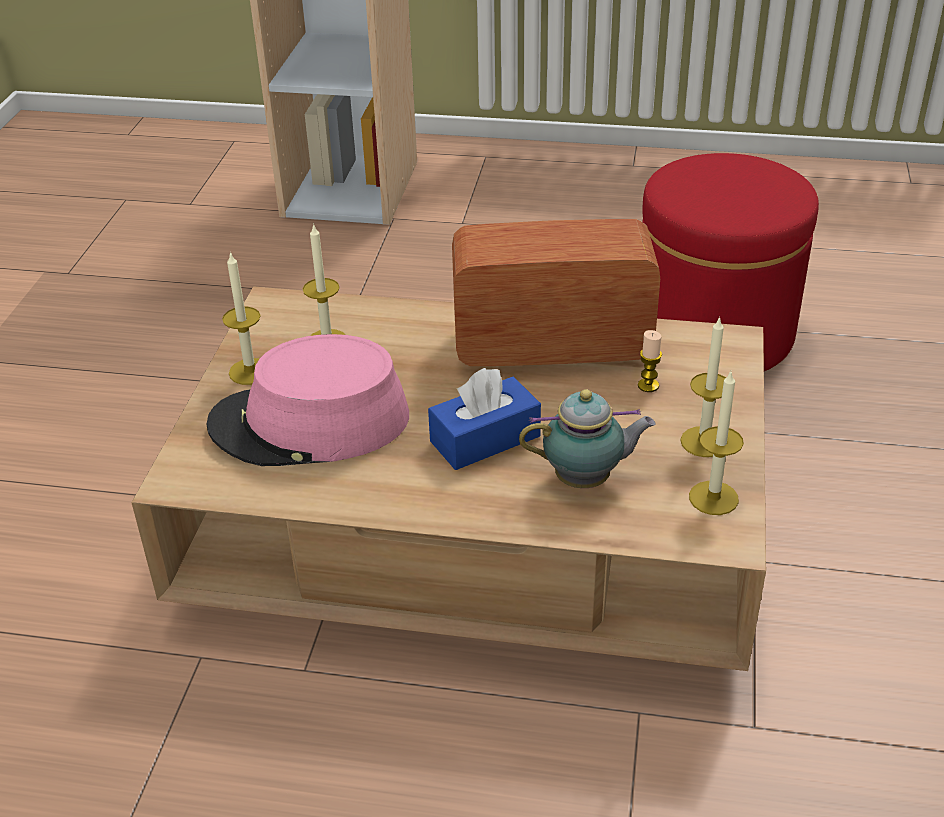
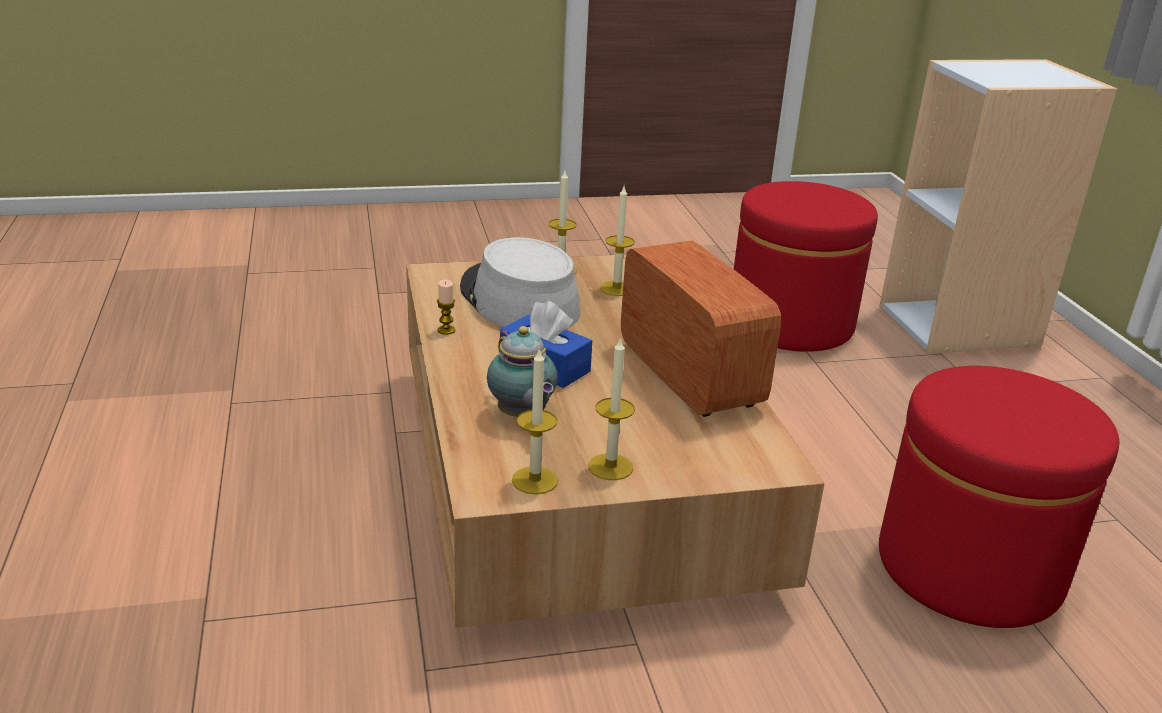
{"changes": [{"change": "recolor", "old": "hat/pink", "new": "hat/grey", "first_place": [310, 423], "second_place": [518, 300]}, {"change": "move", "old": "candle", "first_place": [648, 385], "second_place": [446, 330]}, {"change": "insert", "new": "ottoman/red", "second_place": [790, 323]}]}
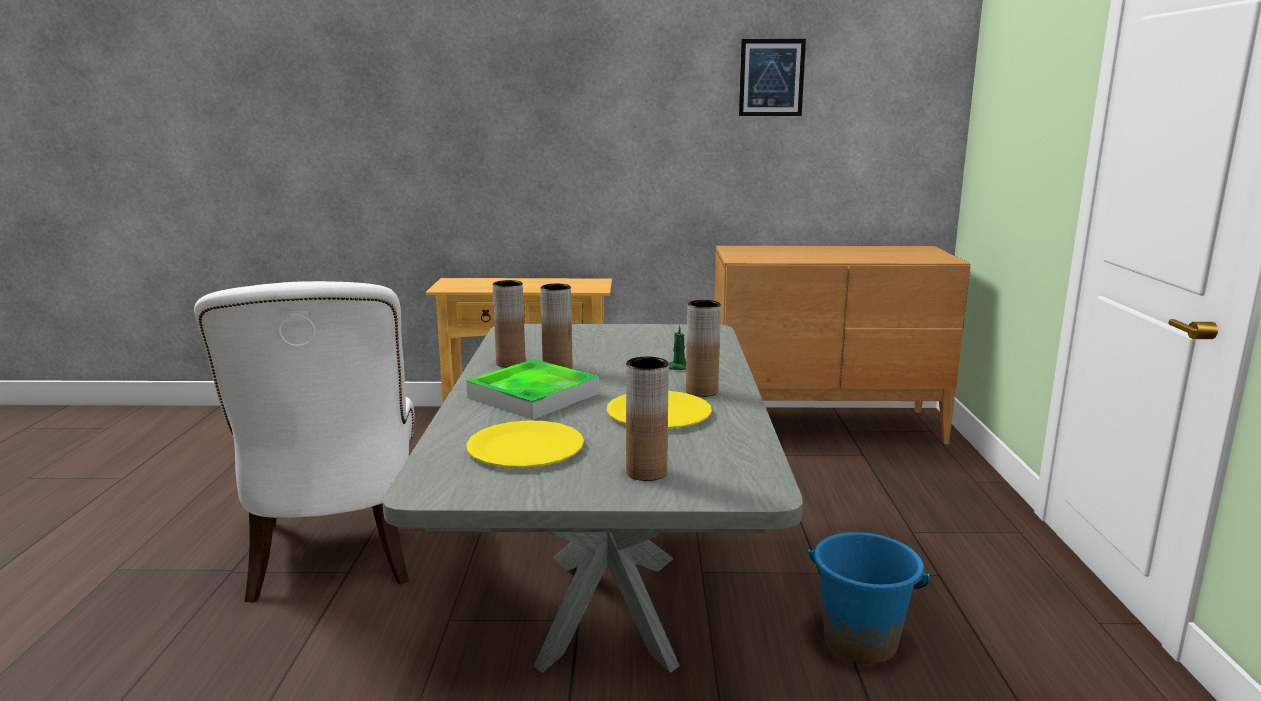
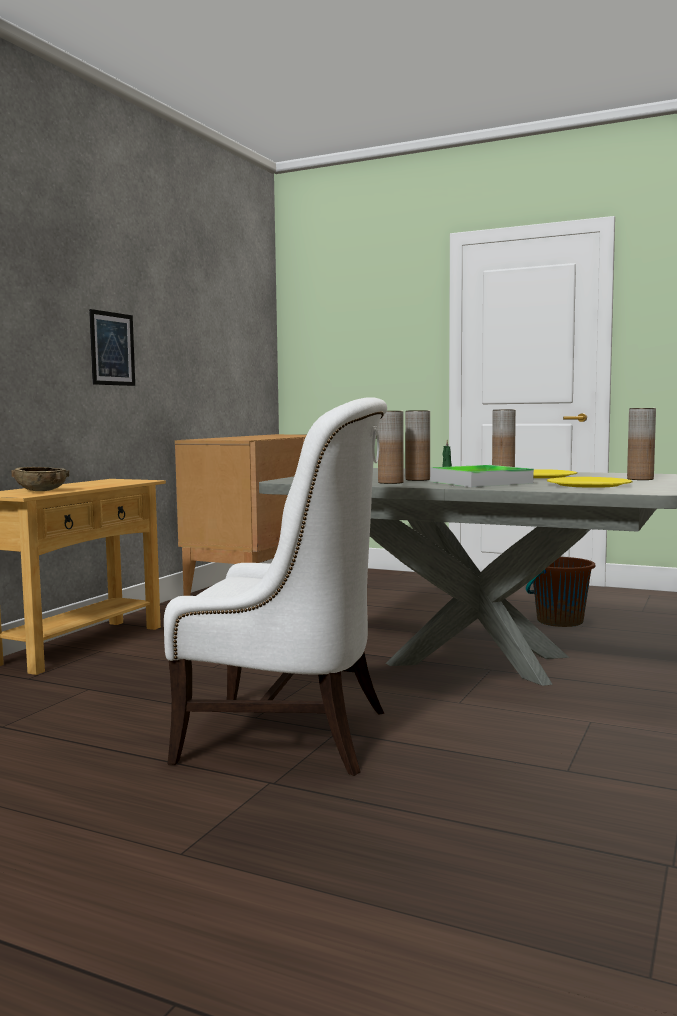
{"changes": [{"change": "move", "old": "picture", "first_place": [771, 77], "second_place": [112, 348]}, {"change": "recolor", "old": "bucket/blue", "new": "bucket/brown", "first_place": [860, 642], "second_place": [559, 621]}, {"change": "insert", "new": "bowl/brown", "second_place": [41, 491]}]}
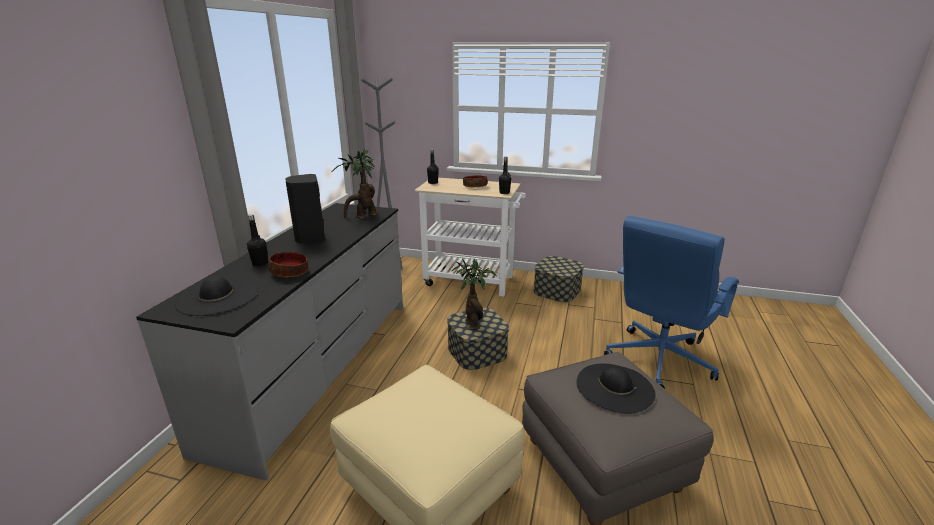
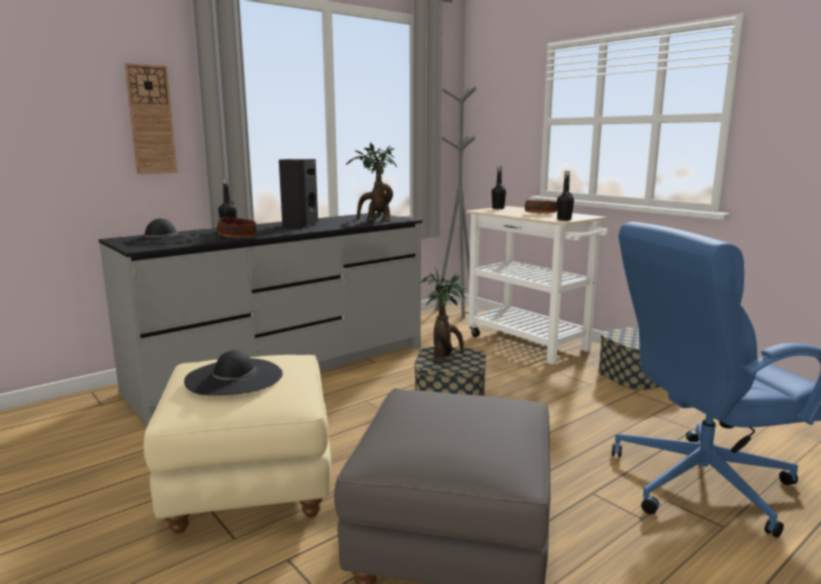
{"changes": [{"change": "move", "old": "hat/black", "first_place": [614, 387], "second_place": [234, 377]}, {"change": "insert", "new": "wall clock", "second_place": [151, 120]}]}
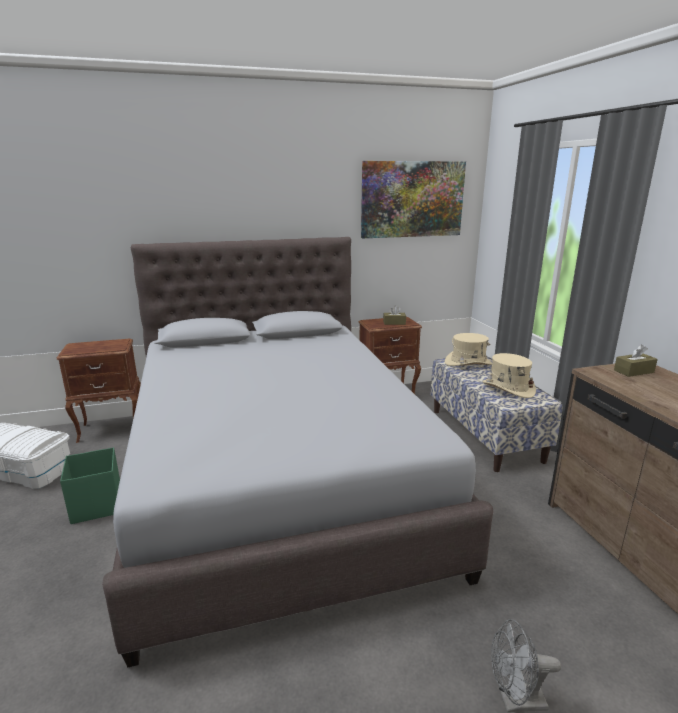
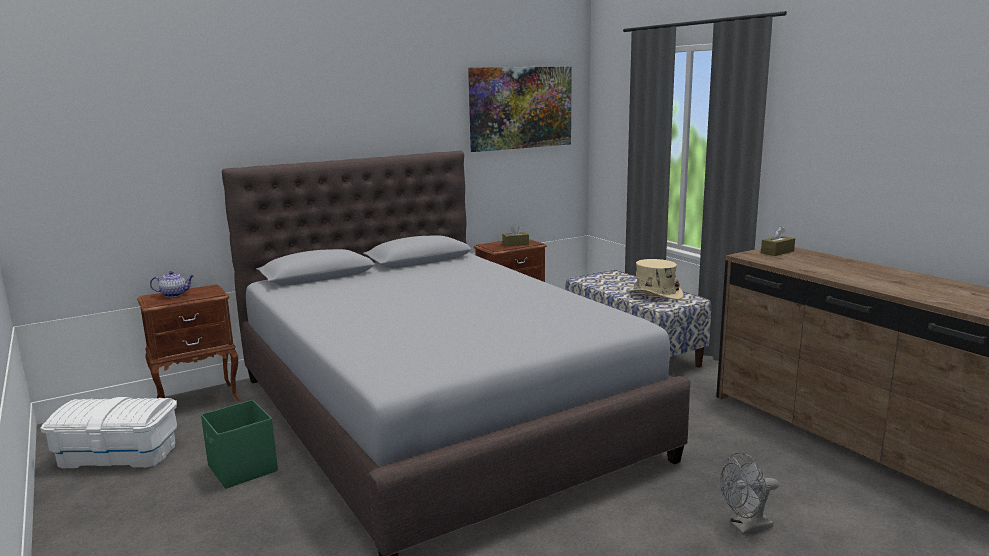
{"changes": [{"change": "delete", "old": "hat/beige", "first_place": [468, 363]}, {"change": "insert", "new": "teapot", "second_place": [174, 294]}]}
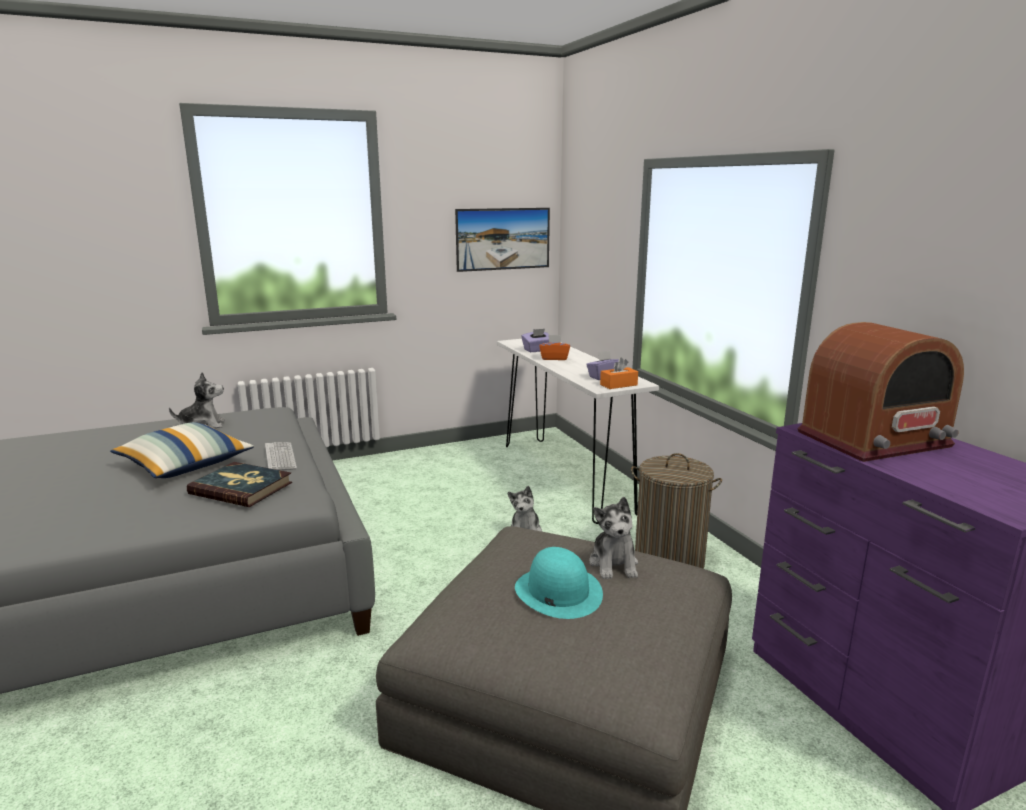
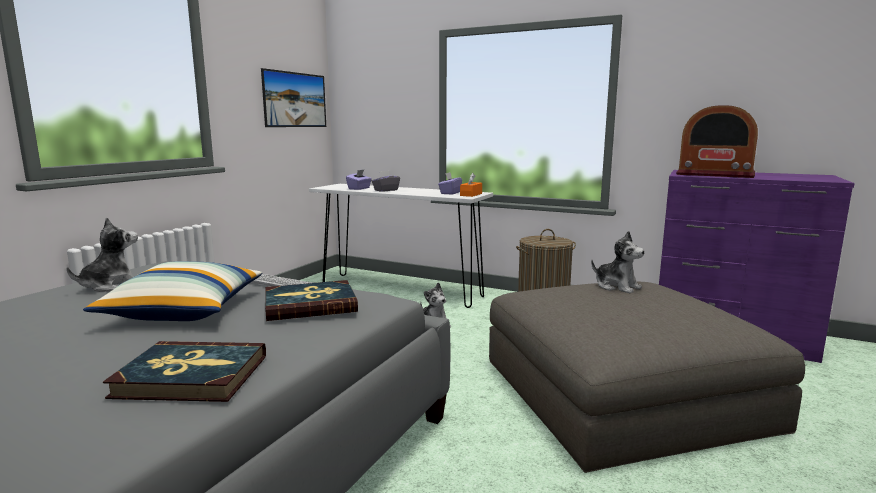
{"changes": [{"change": "delete", "old": "hat/turquoise", "first_place": [557, 591]}, {"change": "recolor", "old": "tissue box/orange", "new": "tissue box/grey", "first_place": [554, 358], "second_place": [386, 190]}, {"change": "rotate", "old": "radio", "first_place": [874, 439], "second_place": [715, 174], "degrees": 90}, {"change": "insert", "new": "book", "second_place": [191, 376]}]}
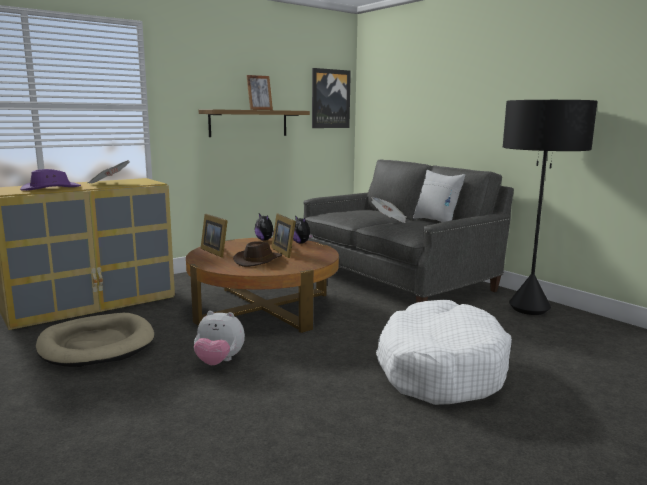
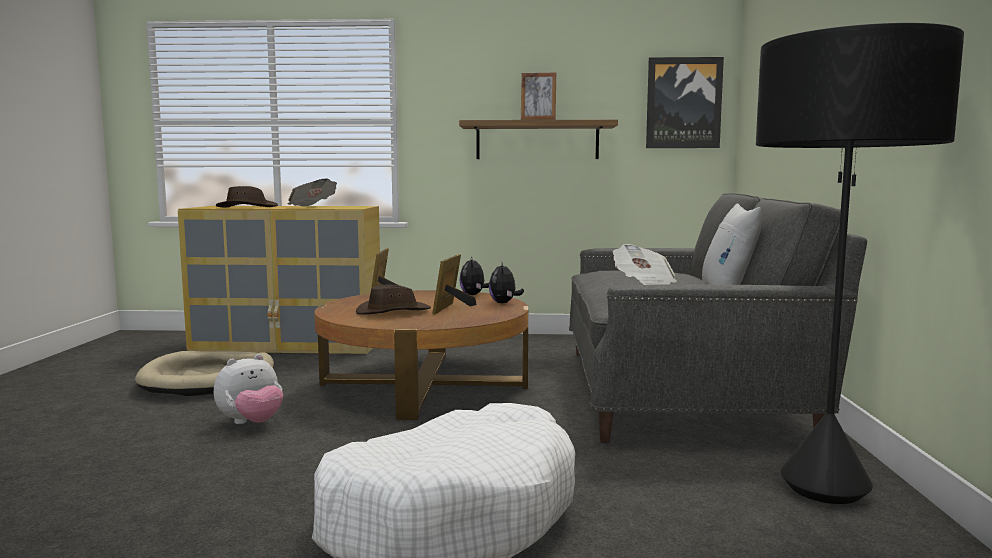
{"changes": [{"change": "recolor", "old": "hat/purple", "new": "hat/brown", "first_place": [51, 188], "second_place": [247, 207]}, {"change": "rotate", "old": "plush toy", "first_place": [219, 362], "second_place": [251, 423], "degrees": -90}]}
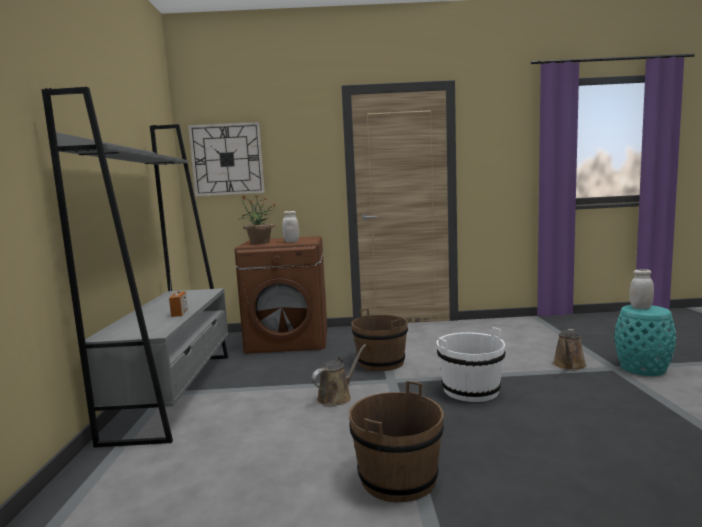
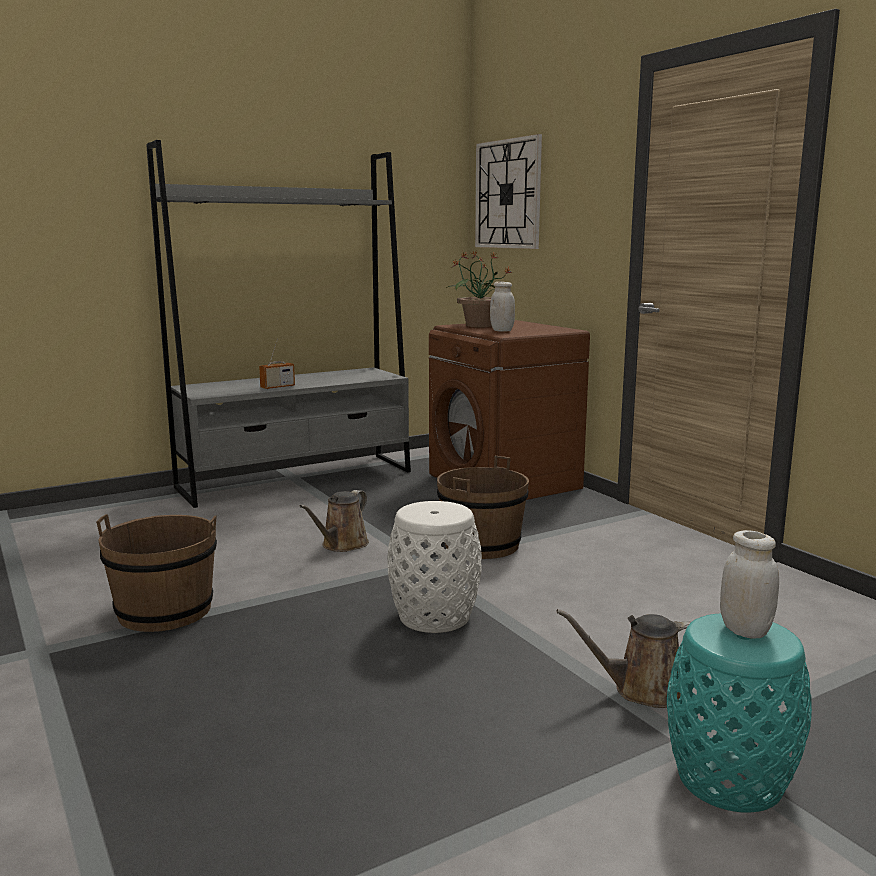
{"changes": [{"change": "rotate", "old": "watering can/brown", "first_place": [337, 397], "second_place": [342, 545], "degrees": 105}, {"change": "replace", "old": "bucket/white", "new": "stool/white", "first_place": [471, 390], "second_place": [434, 617]}]}
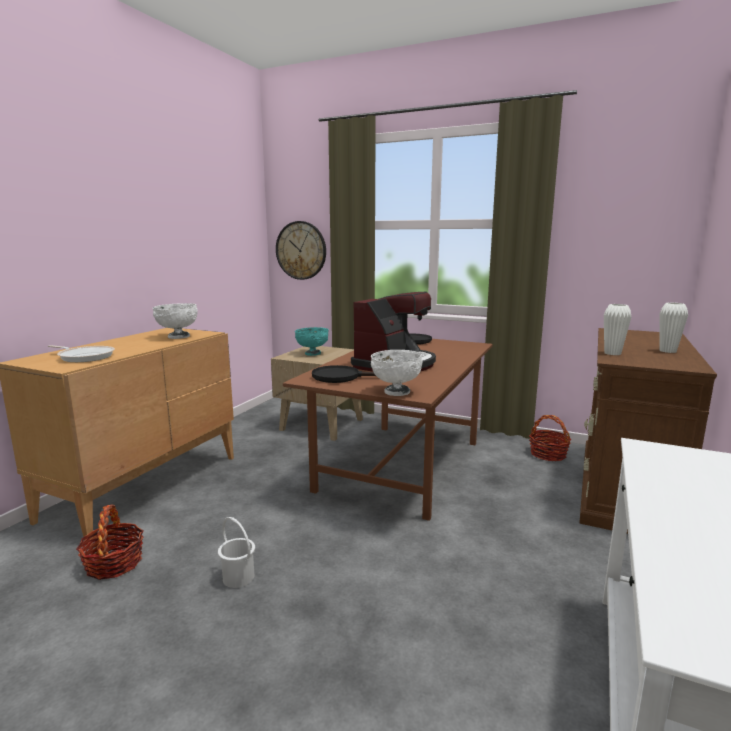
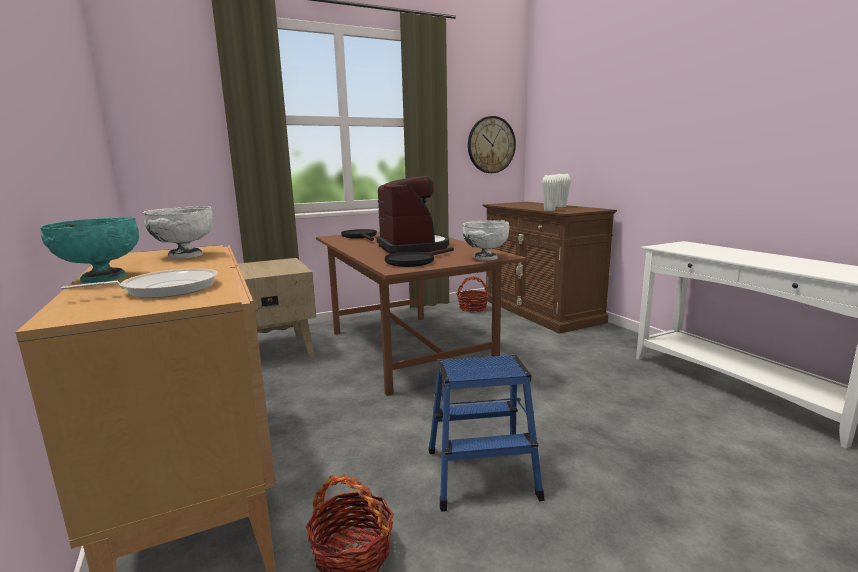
{"changes": [{"change": "replace", "old": "bucket/white", "new": "step ladder/blue", "first_place": [238, 578], "second_place": [480, 472]}, {"change": "move", "old": "wall clock", "first_place": [301, 250], "second_place": [491, 145]}, {"change": "move", "old": "bowl/turquoise", "first_place": [312, 353], "second_place": [102, 278]}]}
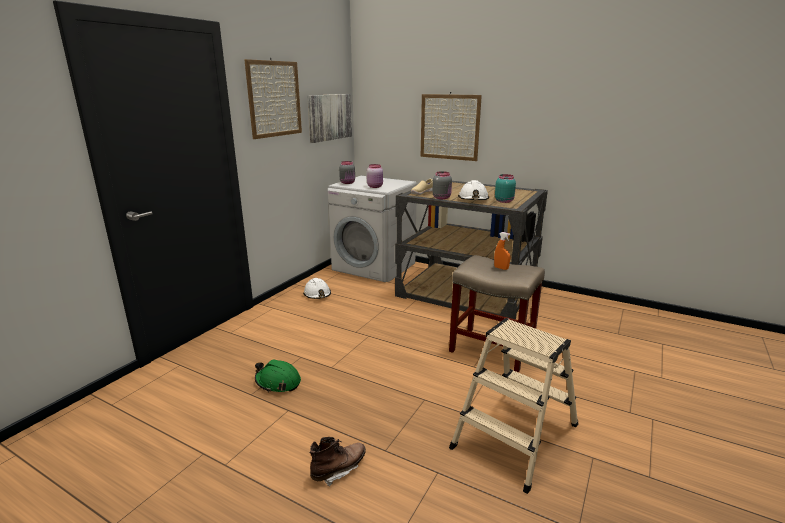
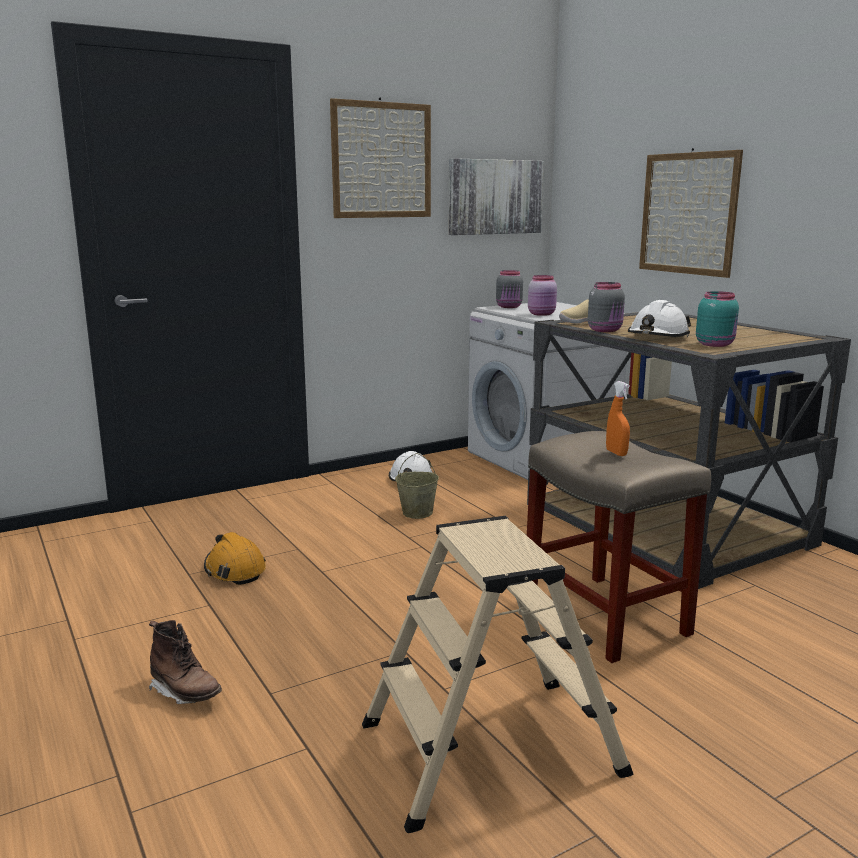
{"changes": [{"change": "recolor", "old": "hard hat/green", "new": "hard hat/orange", "first_place": [278, 382], "second_place": [234, 570]}, {"change": "rotate", "old": "boot/brown", "first_place": [338, 469], "second_place": [185, 692], "degrees": 45}, {"change": "insert", "new": "bucket/beige", "second_place": [418, 513]}]}
